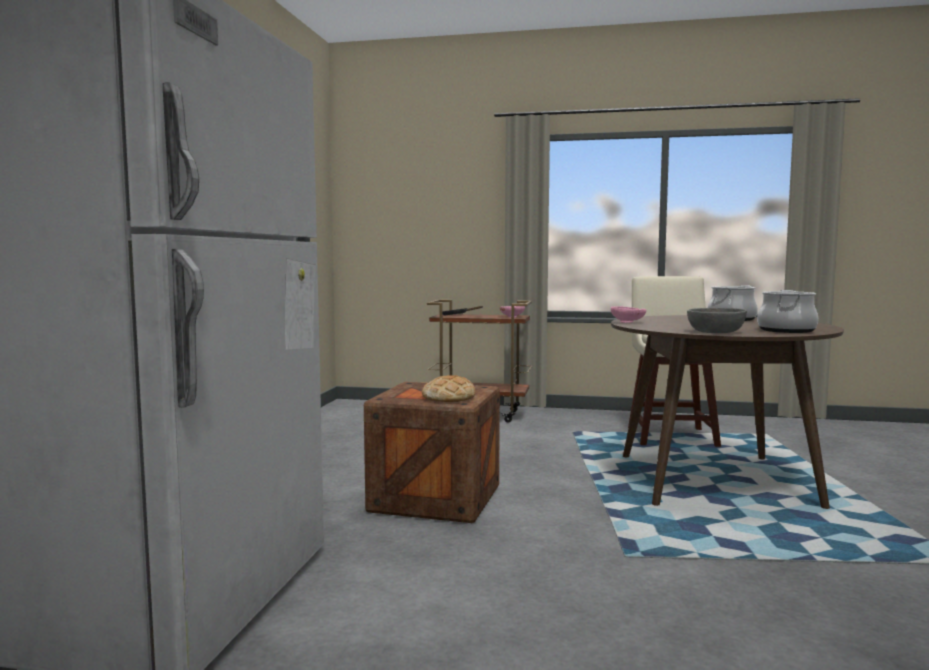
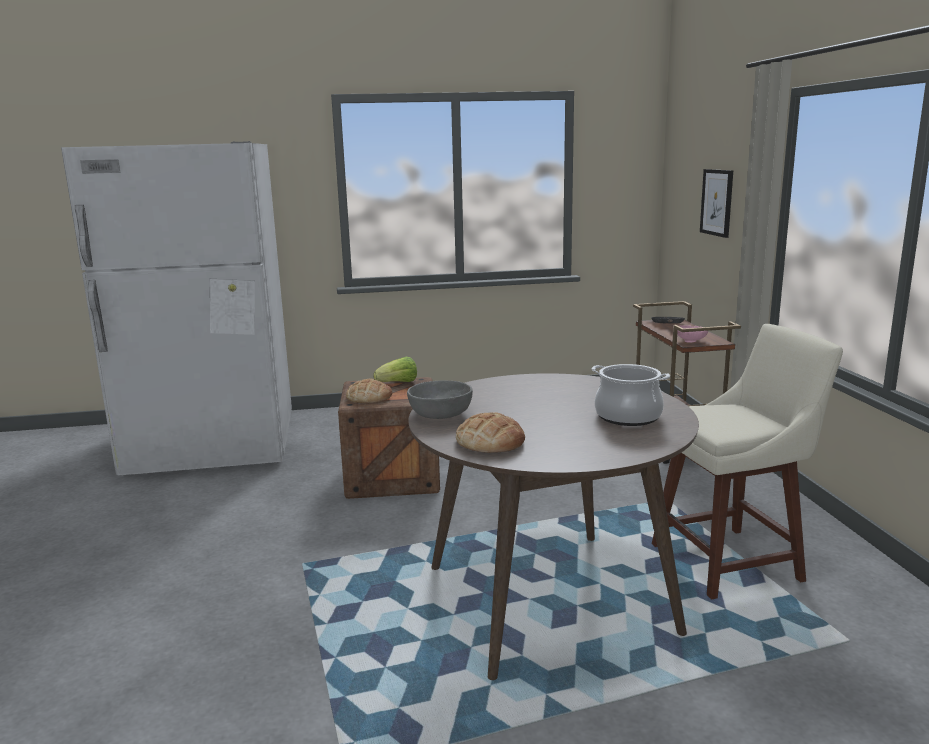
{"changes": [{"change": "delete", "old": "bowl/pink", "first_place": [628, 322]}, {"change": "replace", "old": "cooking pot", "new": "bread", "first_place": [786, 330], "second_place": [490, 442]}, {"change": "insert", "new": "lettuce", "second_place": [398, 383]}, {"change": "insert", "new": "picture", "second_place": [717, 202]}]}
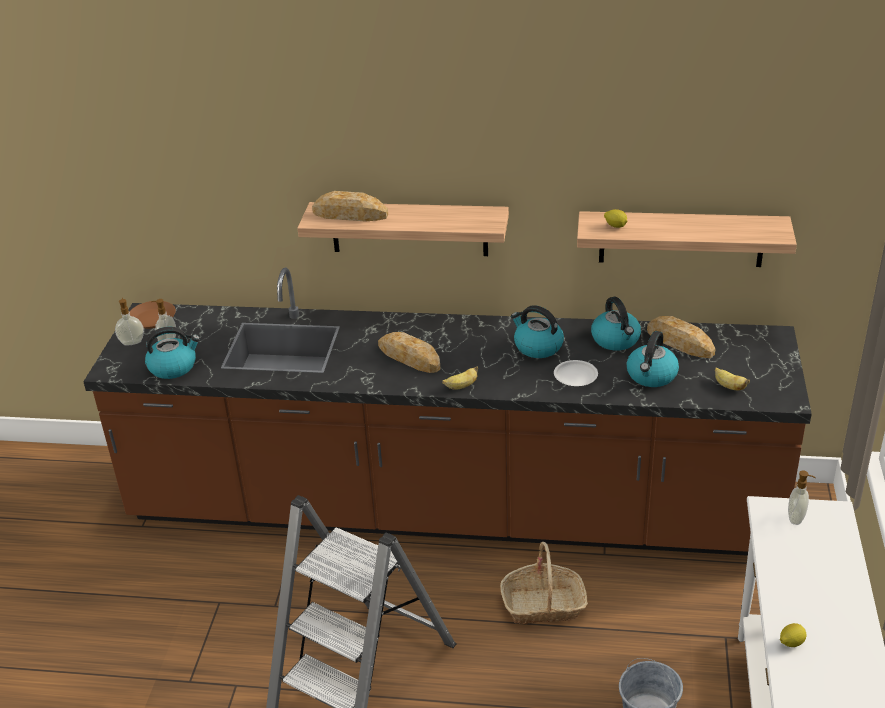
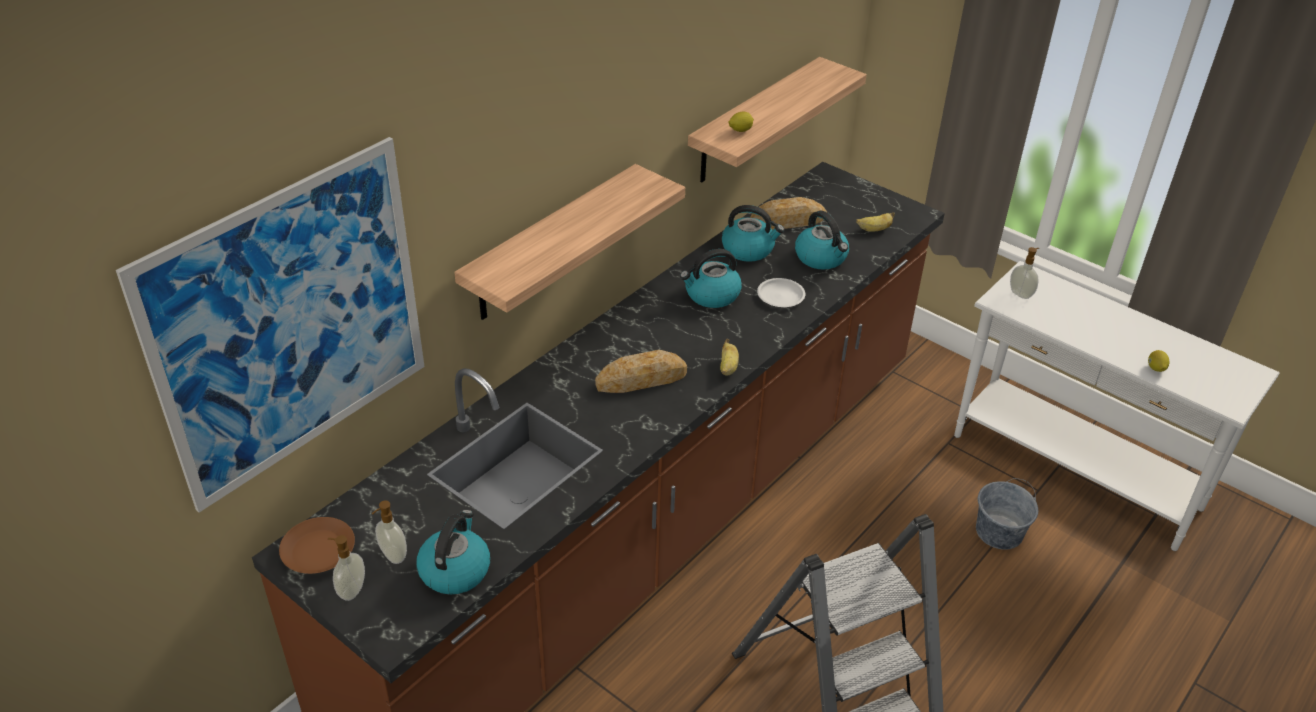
{"changes": [{"change": "delete", "old": "bread", "first_place": [350, 214]}, {"change": "delete", "old": "basket", "first_place": [543, 605]}, {"change": "insert", "new": "picture", "second_place": [291, 324]}]}
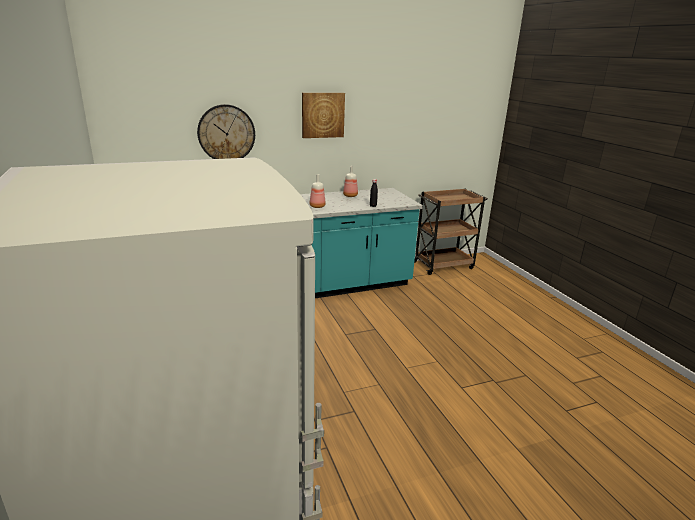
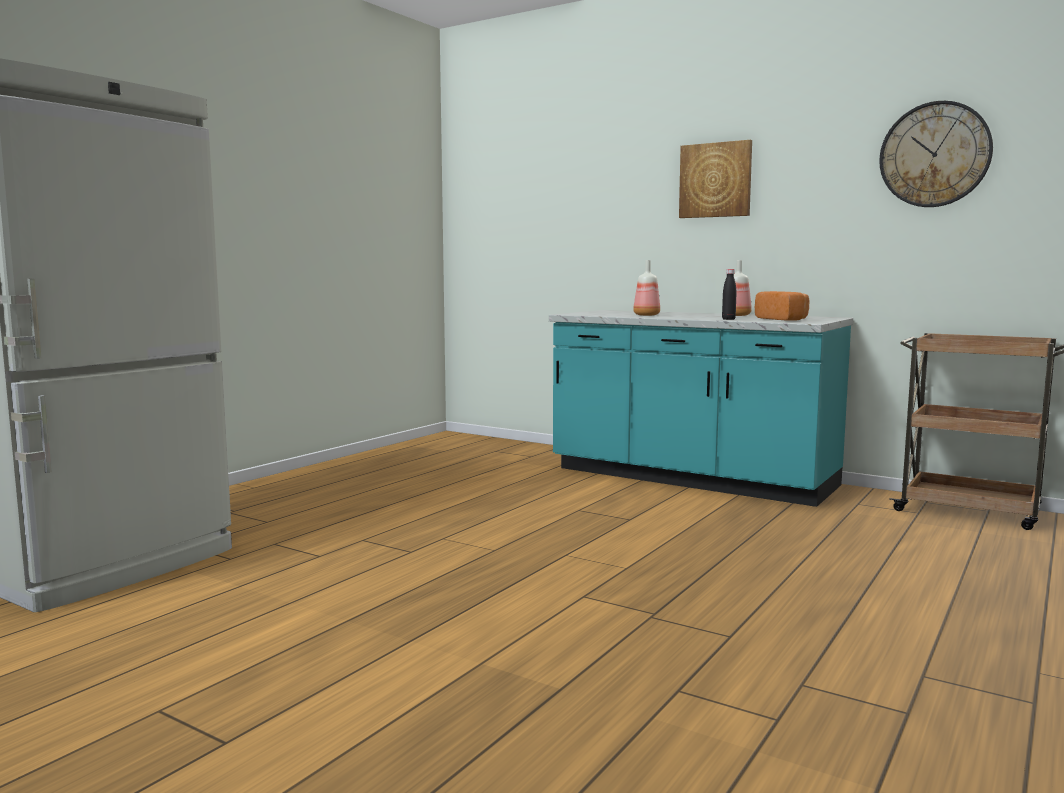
{"changes": [{"change": "move", "old": "wall clock", "first_place": [226, 133], "second_place": [934, 155]}, {"change": "insert", "new": "bread", "second_place": [783, 319]}]}
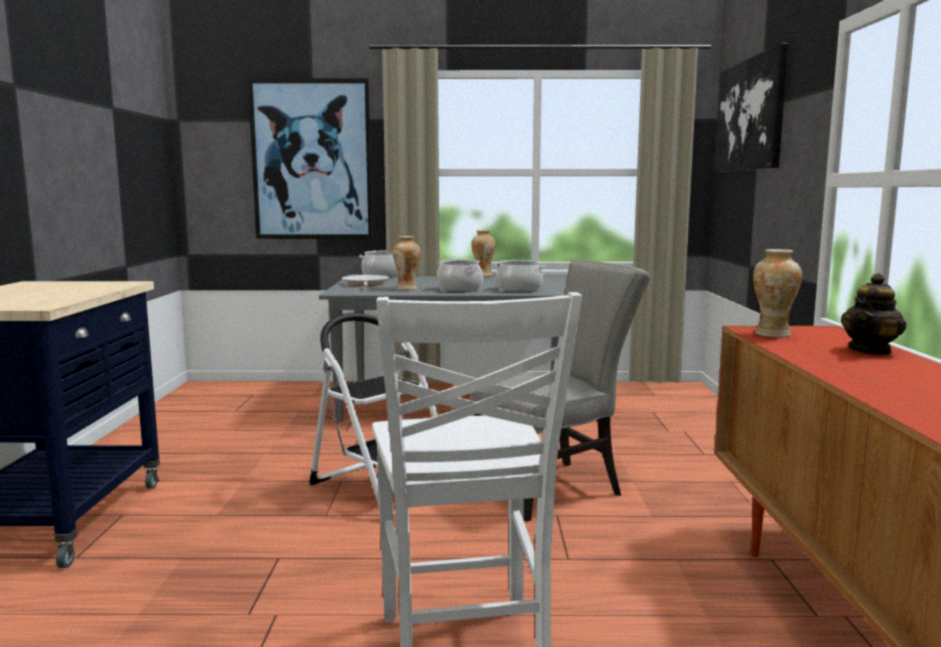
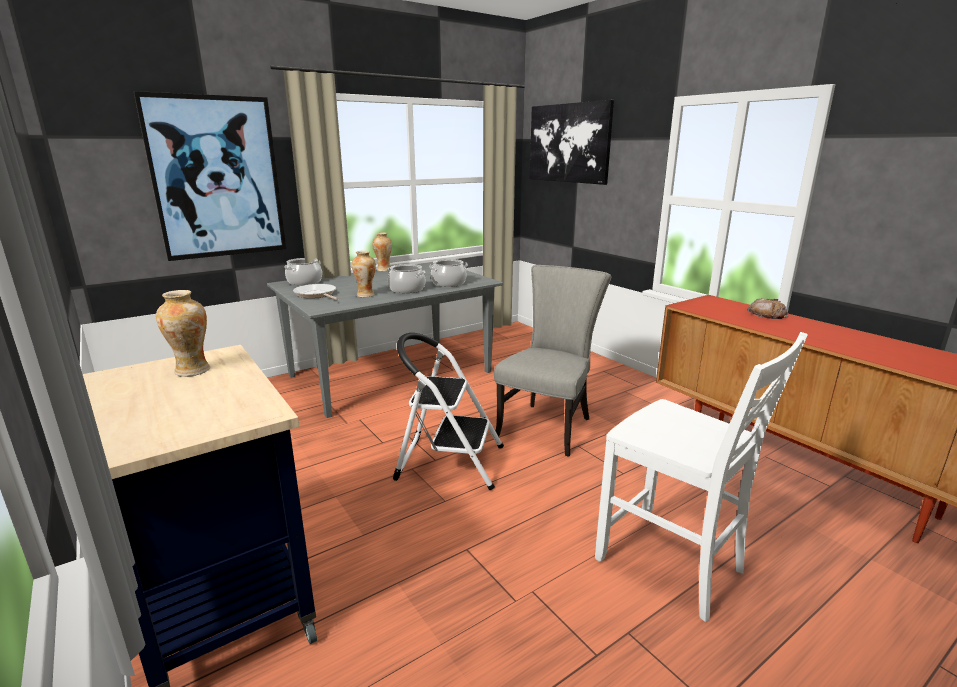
{"changes": [{"change": "move", "old": "vase", "first_place": [772, 334], "second_place": [192, 370]}, {"change": "replace", "old": "teapot", "new": "bread", "first_place": [870, 351], "second_place": [767, 314]}]}
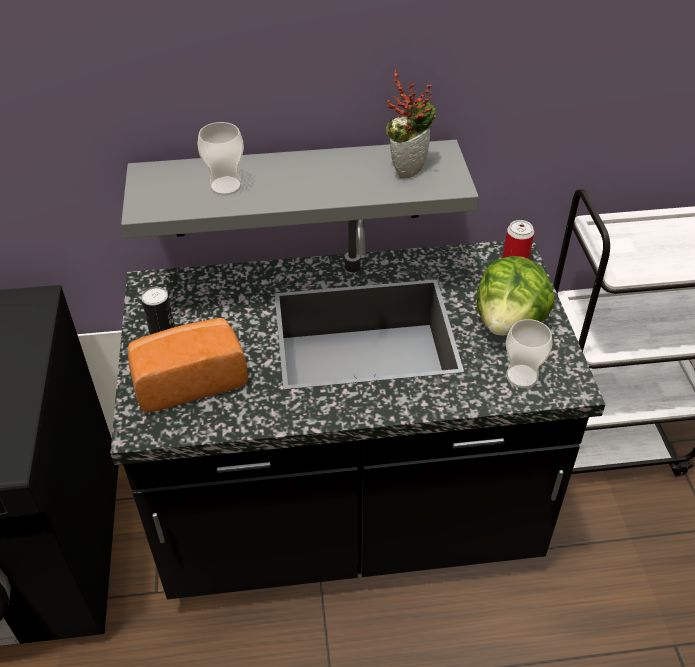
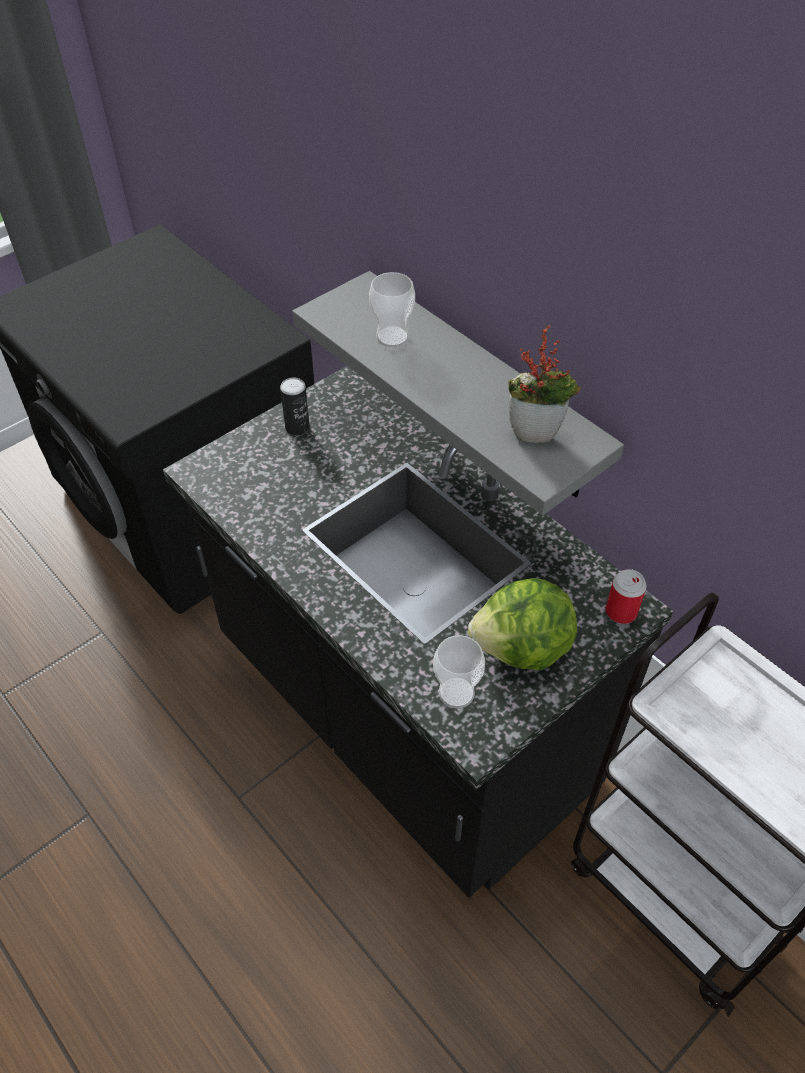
{"changes": [{"change": "delete", "old": "bread", "first_place": [189, 379]}]}
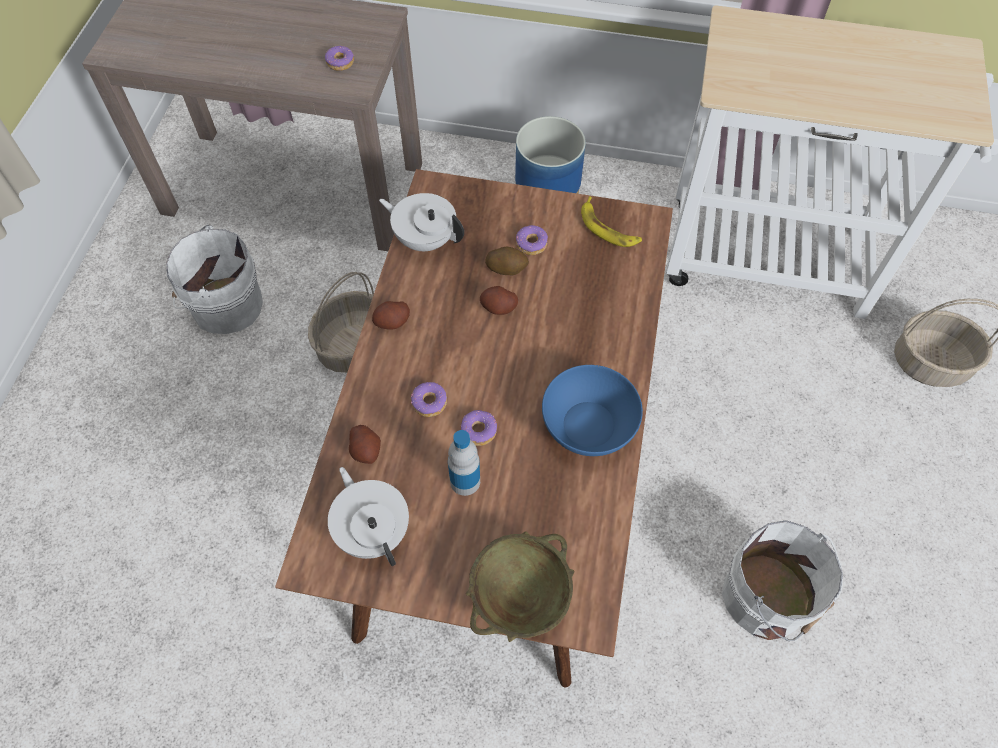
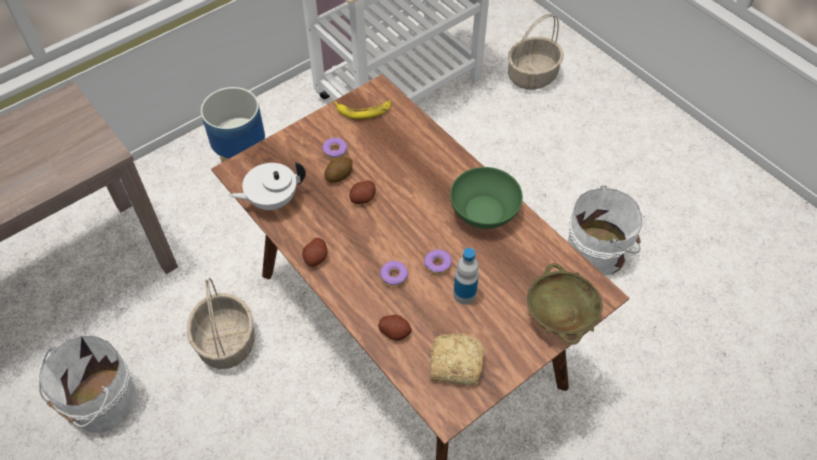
{"changes": [{"change": "delete", "old": "donut", "first_place": [340, 62]}, {"change": "replace", "old": "teapot/white", "new": "bread", "first_place": [373, 530], "second_place": [454, 363]}, {"change": "recolor", "old": "bowl/blue", "new": "bowl/green", "first_place": [588, 425], "second_place": [483, 211]}]}
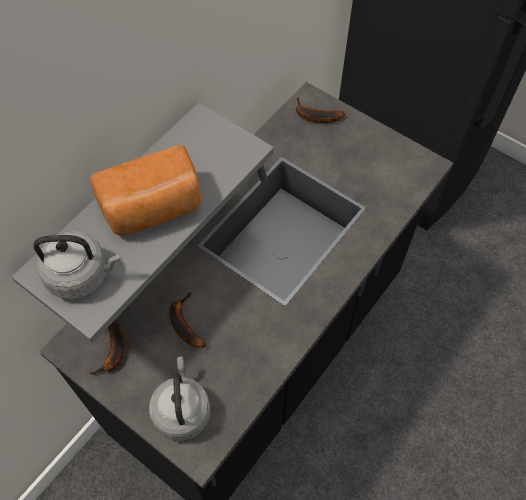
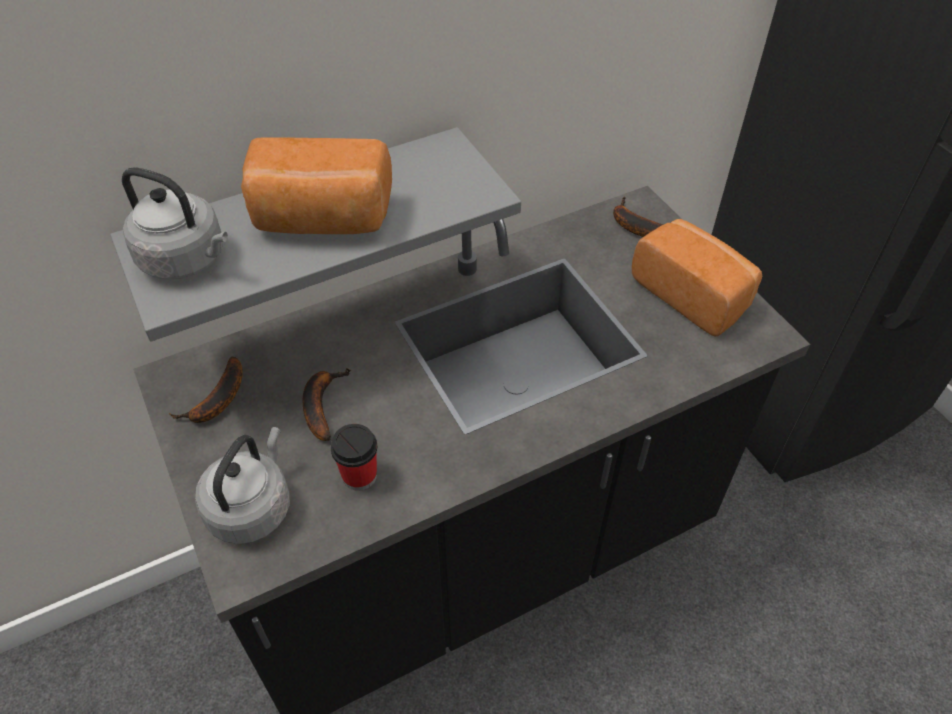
{"changes": [{"change": "insert", "new": "cup", "second_place": [359, 475]}, {"change": "insert", "new": "bread", "second_place": [693, 294]}]}
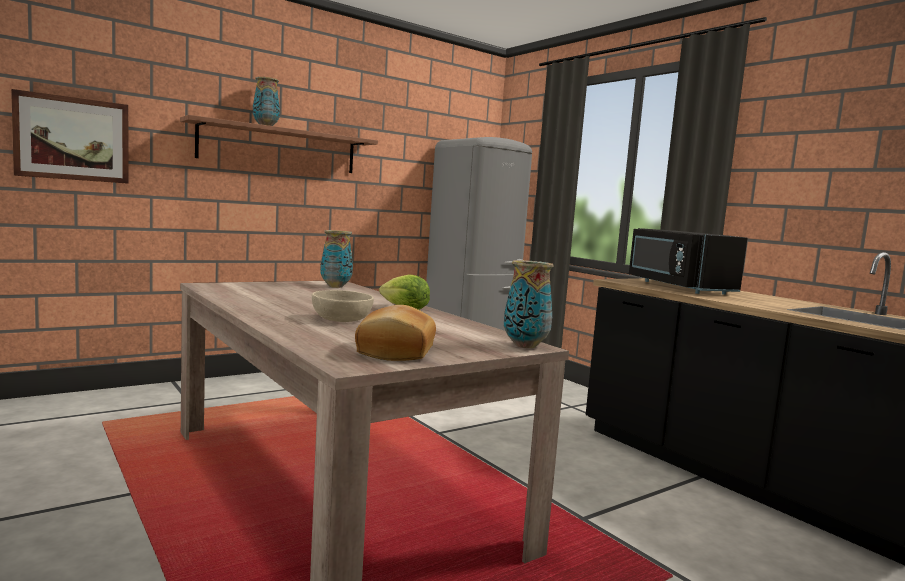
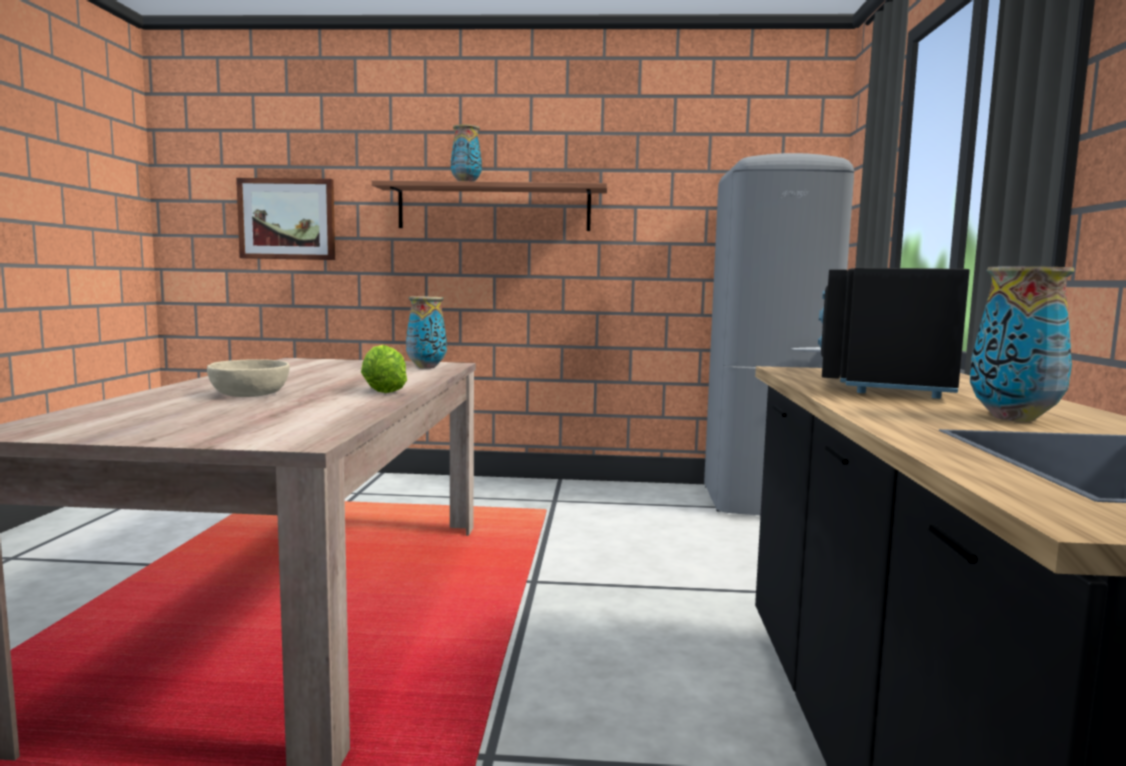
{"changes": [{"change": "delete", "old": "bread", "first_place": [394, 351]}, {"change": "move", "old": "vase", "first_place": [524, 345], "second_place": [1012, 418]}]}
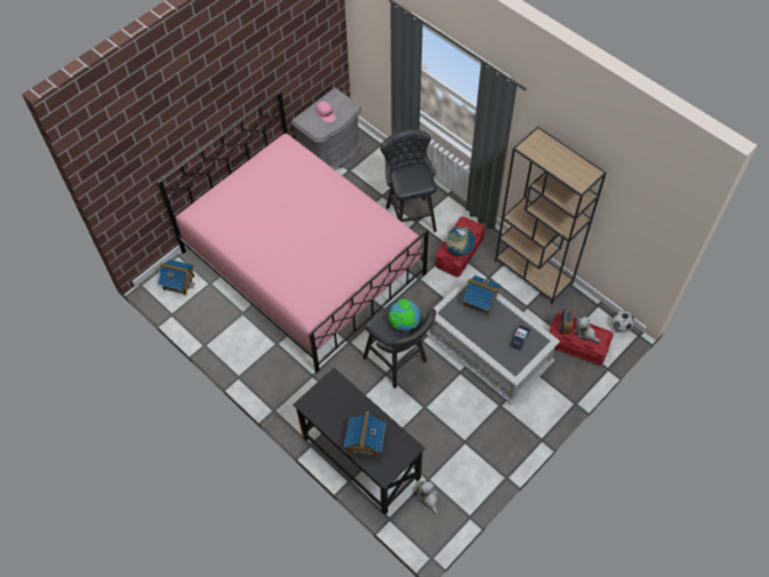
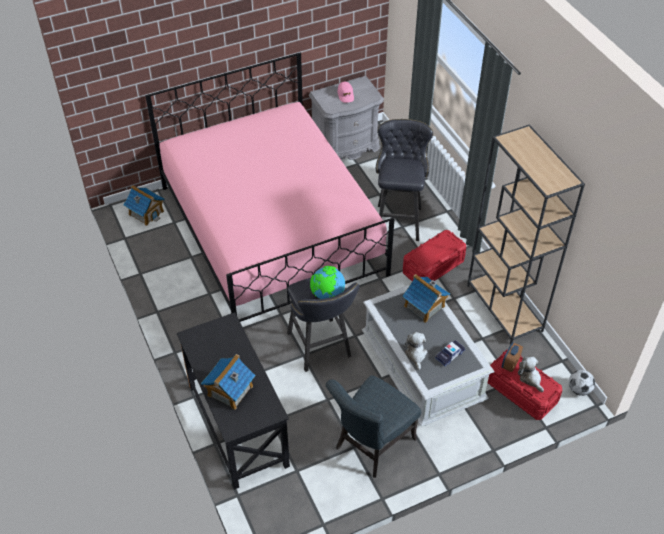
{"changes": [{"change": "move", "old": "plush toy", "first_place": [428, 498], "second_place": [416, 354]}, {"change": "delete", "old": "globe", "first_place": [459, 249]}, {"change": "insert", "new": "chair/grey", "second_place": [371, 445]}]}
